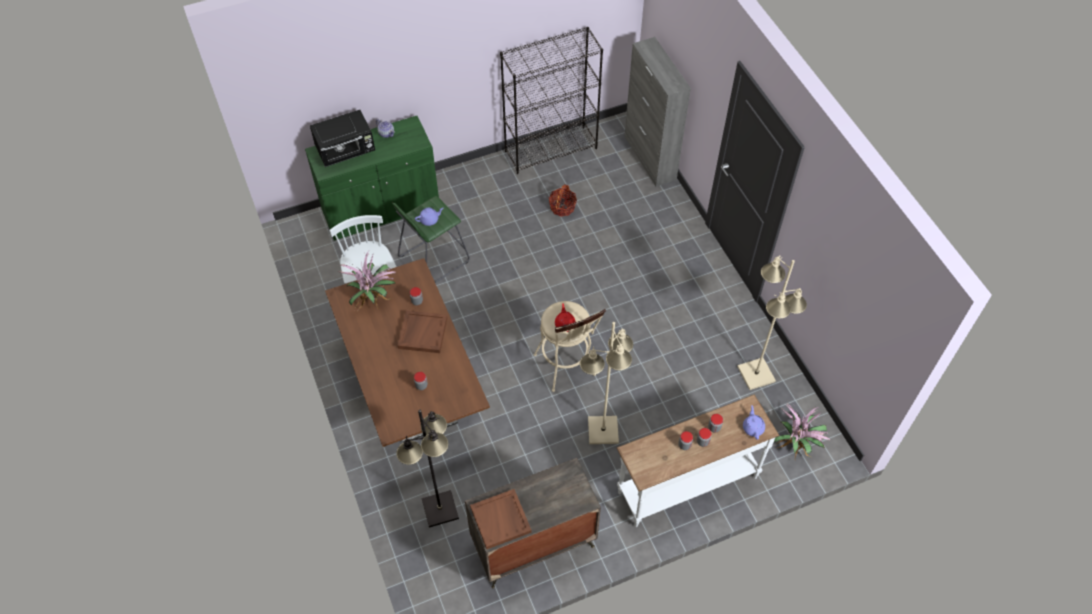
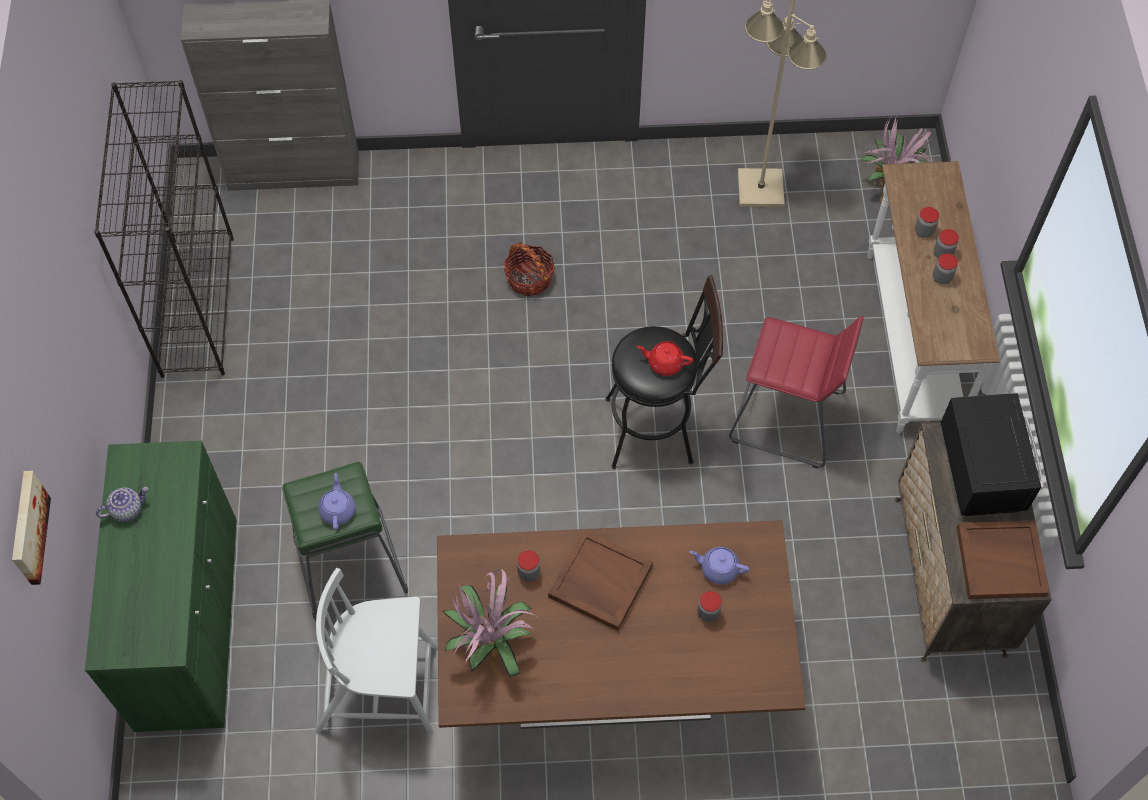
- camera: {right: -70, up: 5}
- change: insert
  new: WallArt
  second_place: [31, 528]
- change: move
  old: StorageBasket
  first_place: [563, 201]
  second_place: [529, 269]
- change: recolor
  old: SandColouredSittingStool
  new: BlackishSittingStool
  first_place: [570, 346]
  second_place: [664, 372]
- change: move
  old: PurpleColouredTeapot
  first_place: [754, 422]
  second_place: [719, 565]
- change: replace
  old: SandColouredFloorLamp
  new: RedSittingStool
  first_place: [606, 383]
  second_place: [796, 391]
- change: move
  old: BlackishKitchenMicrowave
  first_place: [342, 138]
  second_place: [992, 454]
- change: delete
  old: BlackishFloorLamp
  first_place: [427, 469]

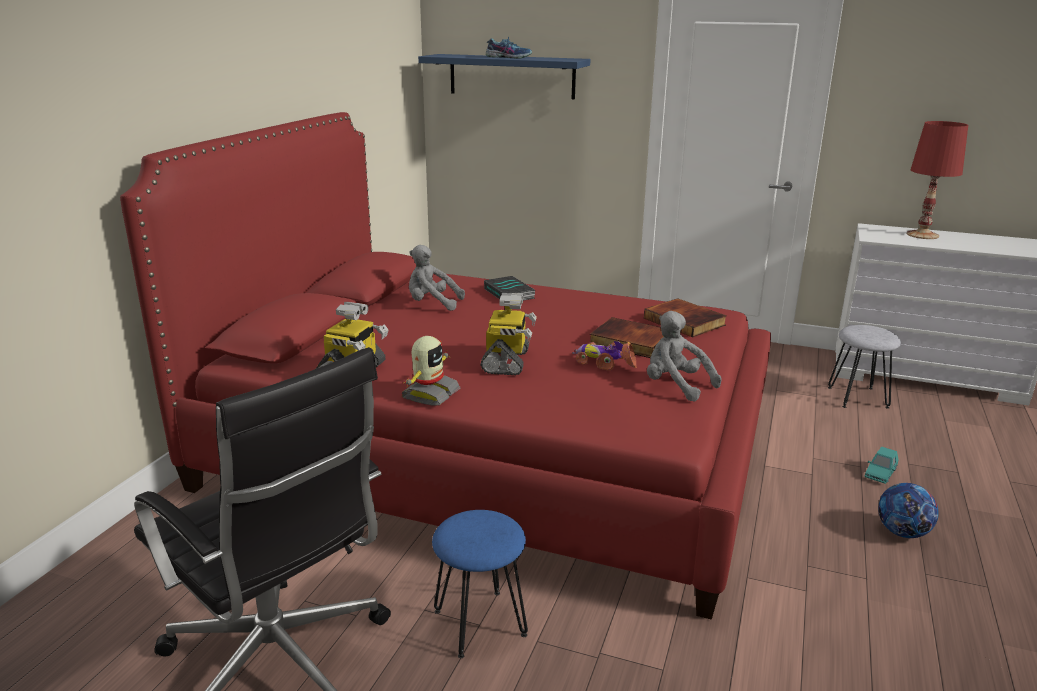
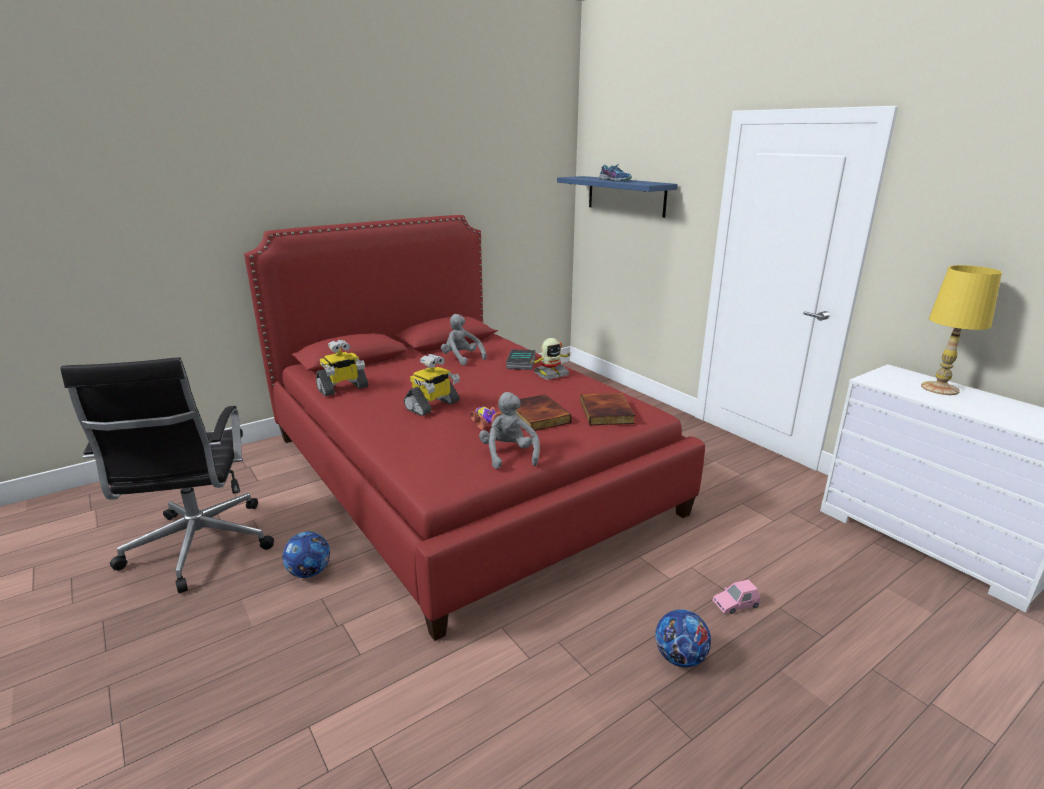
- camera: {right: 35, up: 0}
- change: replace
  old: BlueSittingStool
  new: BallForFootball
  first_place: [480, 584]
  second_place: [306, 554]
- change: move
  old: ToyRobot
  first_place: [430, 371]
  second_place: [550, 359]
- change: recolor
  old: BlueGreenModelCar
  new: PinkishModelCar
  first_place: [882, 465]
  second_place: [736, 596]
- change: recolor
  old: RedTableLamp
  new: YellowColouredTableLamp
  first_place: [937, 180]
  second_place: [961, 330]
- change: delete
  old: GreySittingStool
  first_place: [864, 367]

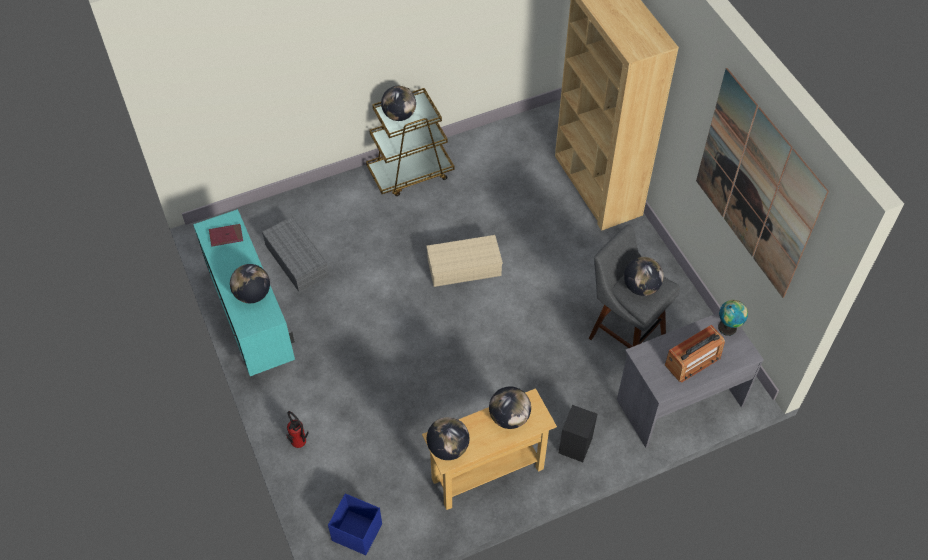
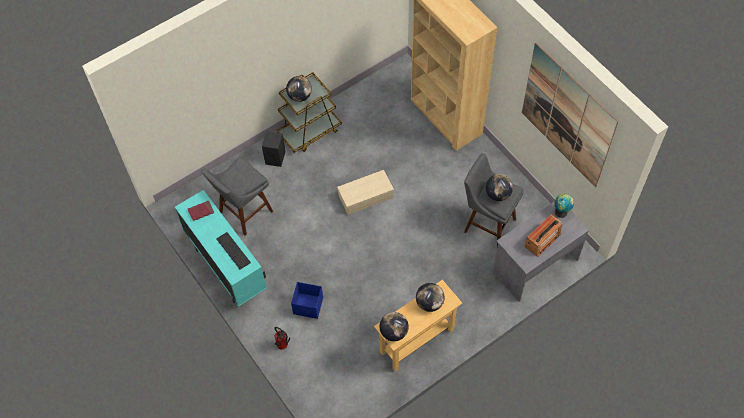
- camera: {right: -10, up: 5}
- change: replace
  old: GreyStorageBin
  new: GreySittingStool
  first_place: [295, 254]
  second_place: [237, 196]
- change: replace
  old: DeskGlobe
  new: Keyboard
  first_place: [250, 283]
  second_place: [233, 251]
- change: move
  old: BlackishLoudspeaker
  first_place: [578, 433]
  second_place: [274, 149]
- change: move
  old: BlueStorageBin
  first_place: [355, 524]
  second_place: [307, 300]

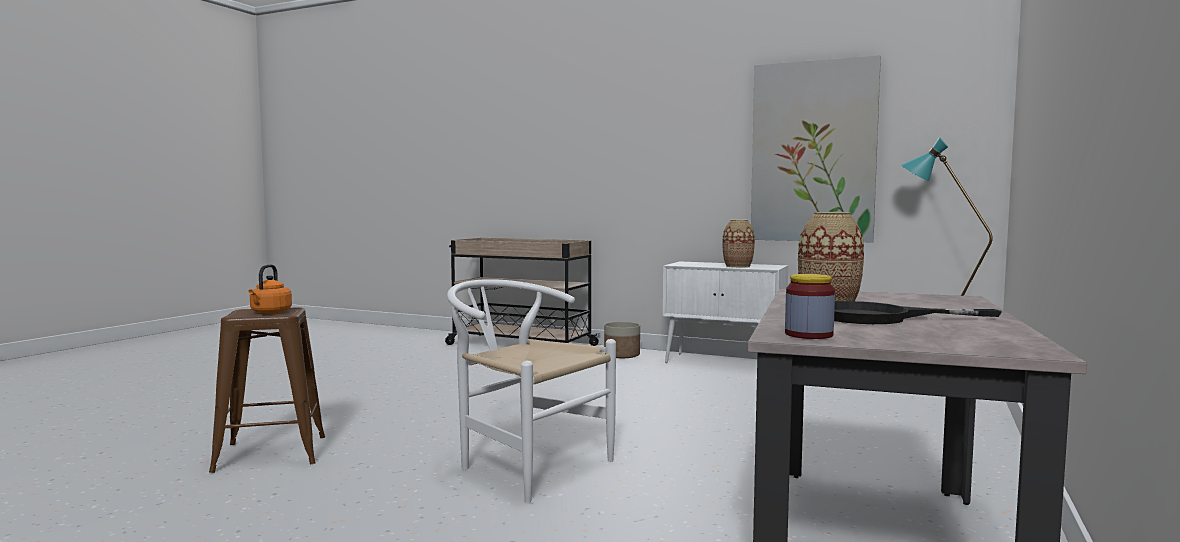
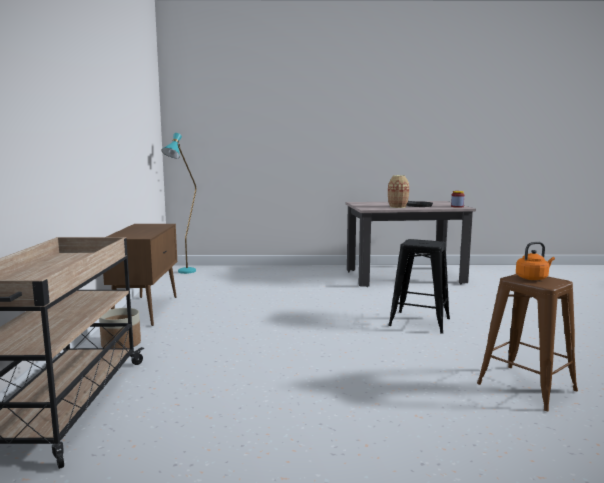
- camera: {right: -115, up: 5}
- change: recolor
  old: WhitishCabinet
  new: BrownCabinet
  first_place: [725, 312]
  second_place: [140, 275]
- change: replace
  old: WhitishPlainChair
  new: BlackishSittingStool
  first_place: [531, 391]
  second_place: [419, 286]
- change: delete
  old: DecorativeVase
  first_place: [738, 243]
- change: delete
  old: WallArt
  first_place: [816, 149]

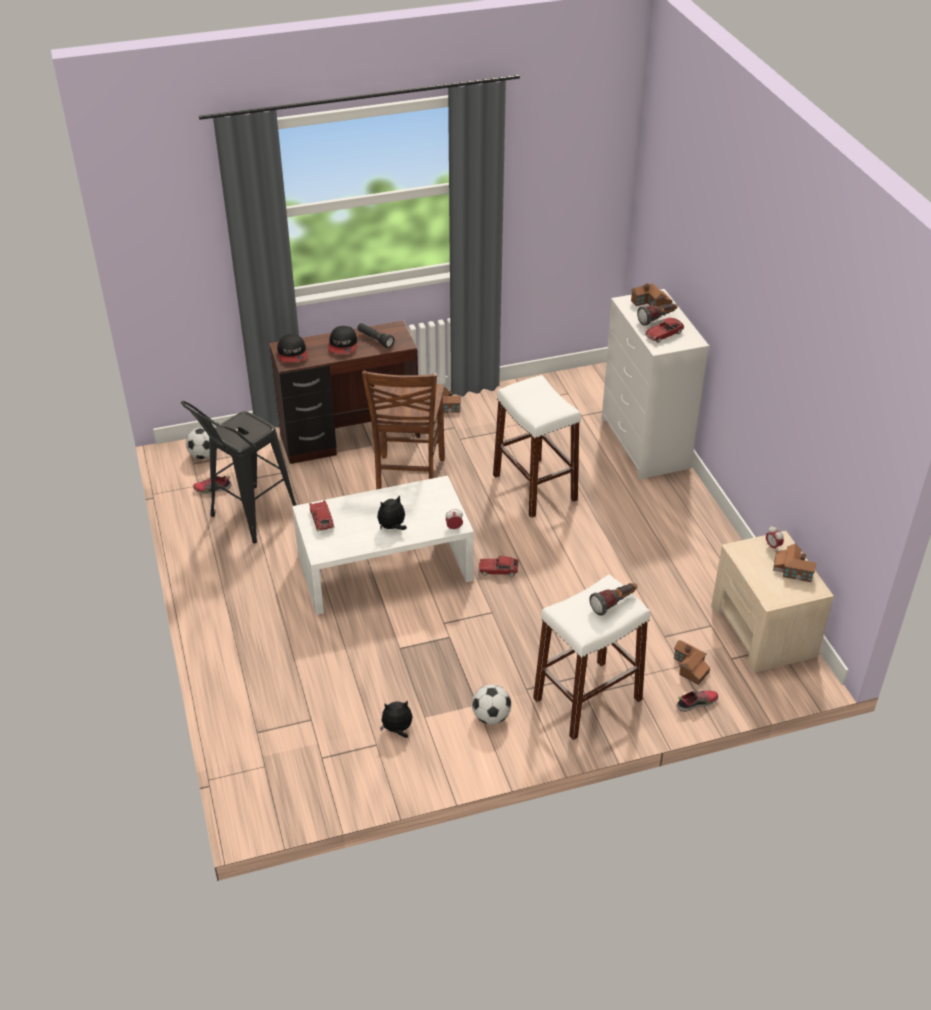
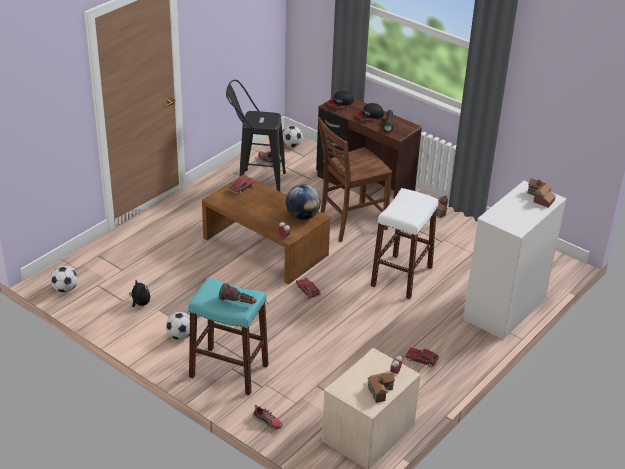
- camera: {right: 55, up: -5}
- change: insert
  new: BallForFootball
  second_place: [64, 279]
- change: recolor
  old: WhitishSittingStool
  new: BlueGreenSittingStool
  first_place: [591, 657]
  second_place: [228, 336]
- change: recolor
  old: WhitishCoffeeTable
  new: BrownCoffeeTable
  first_place: [383, 545]
  second_place: [266, 229]
- change: insert
  new: DeskGlobe
  second_place: [303, 202]
- change: move
  old: ModelCar
  first_place: [664, 330]
  second_place: [422, 357]
- change: delete
  old: PlushToy
  first_place: [392, 512]
- change: delete
  old: Torch
  first_place: [657, 314]
- change: delete
  old: MiniatureHouse
  first_place: [692, 662]

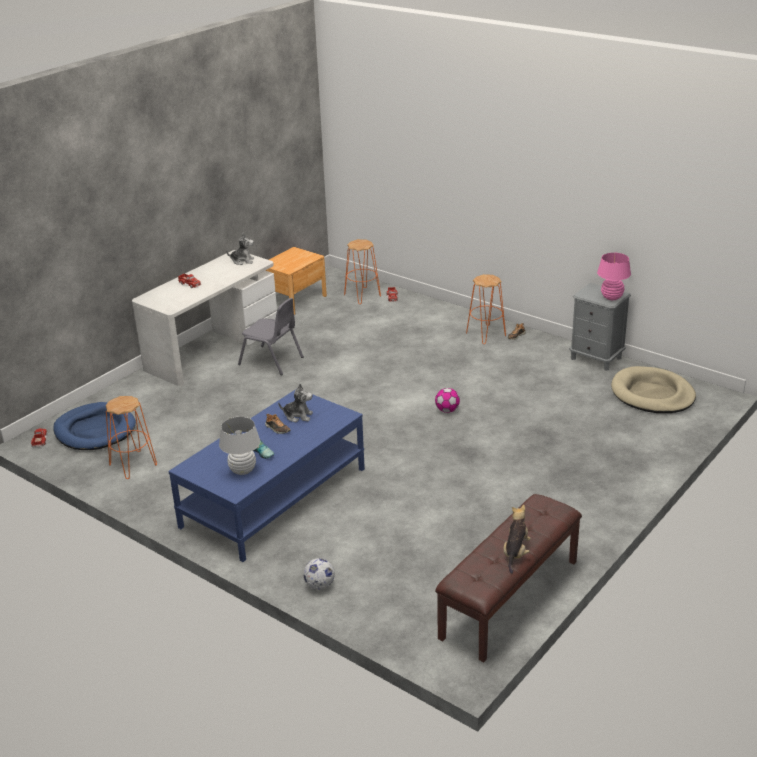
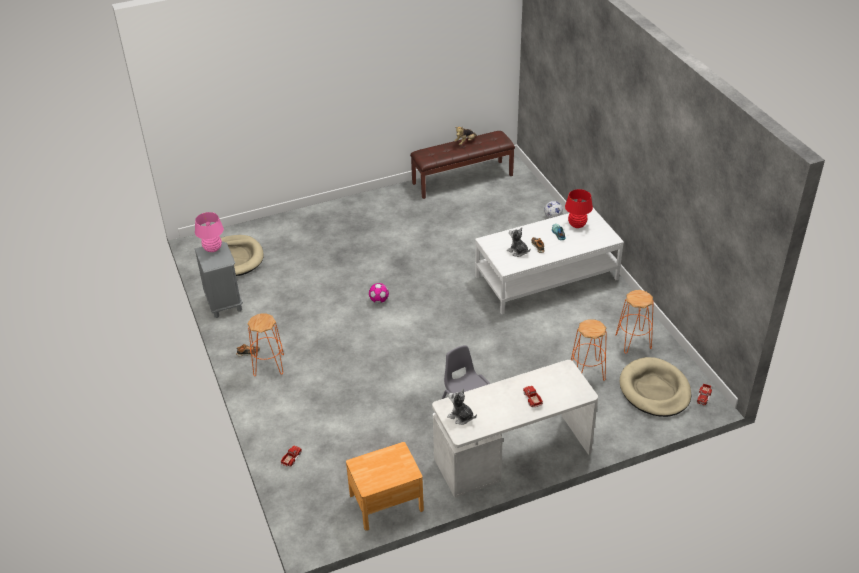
- camera: {right: -150, up: 10}
- change: recolor
  old: BlueCoffeeTable
  new: WhitishCoffeeTable
  first_place: [266, 475]
  second_place: [549, 261]
- change: recolor
  old: WhitishTableLamp
  new: RedTableLamp
  first_place: [239, 446]
  second_place: [579, 208]
- change: move
  old: OrangeySittingStool
  first_place: [362, 271]
  second_place: [589, 350]
- change: recolor
  old: BluePetBed
  new: SandColouredPetBed
  first_place: [94, 426]
  second_place: [655, 387]

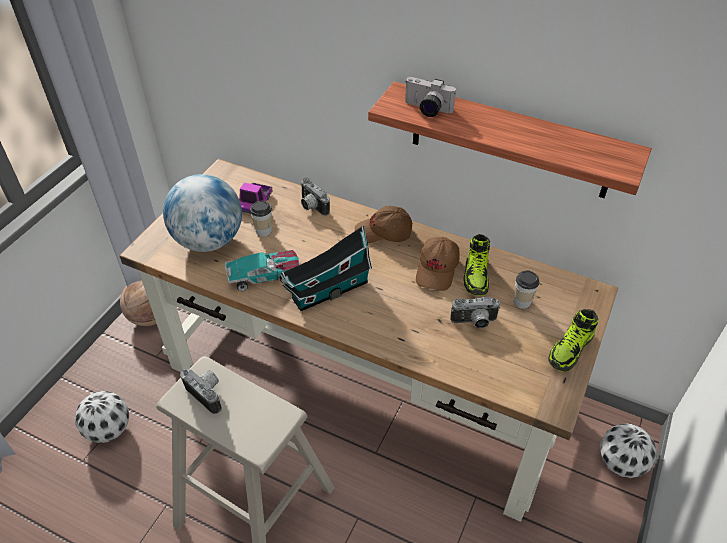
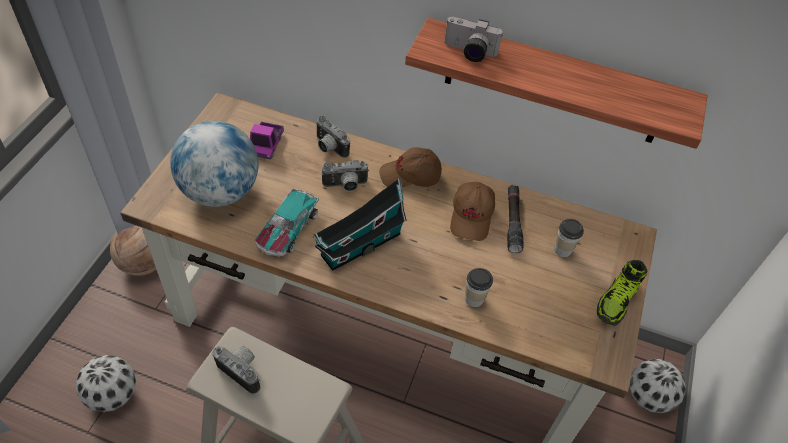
- camera: {right: -10, up: 5}
- change: rotate
  old: ModelCar
  first_place: [262, 270]
  second_place: [287, 222]
  degrees: 135
- change: move
  old: StillCamera
  first_place: [475, 313]
  second_place: [345, 175]
- change: move
  old: SmallCup
  first_place: [261, 218]
  second_place: [479, 287]
- change: replace
  old: Shoe
  new: BlackishTorch
  first_place: [476, 265]
  second_place: [515, 219]

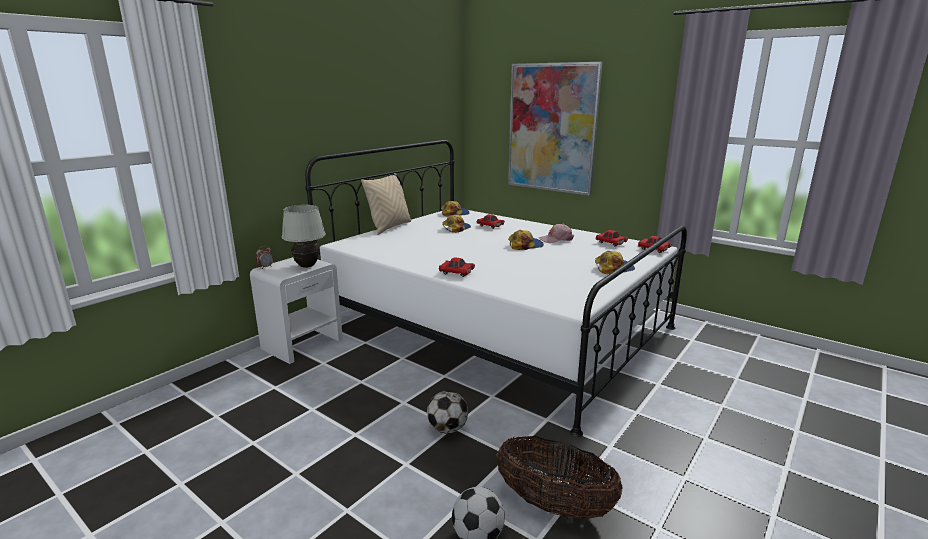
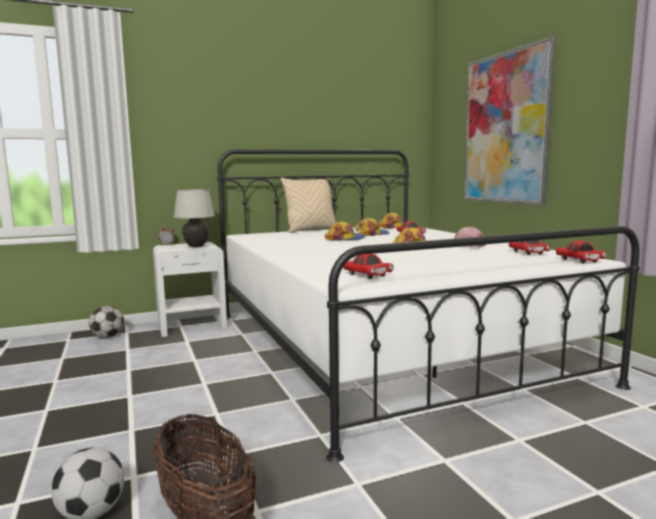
- camera: {right: 30, up: -10}
- change: move
  old: BallForFootball
  first_place: [447, 412]
  second_place: [106, 322]
- change: move
  old: BaseballCap
  first_place: [615, 262]
  second_place: [345, 231]
- change: move
  old: RedModelCar
  first_place: [457, 267]
  second_place: [368, 266]

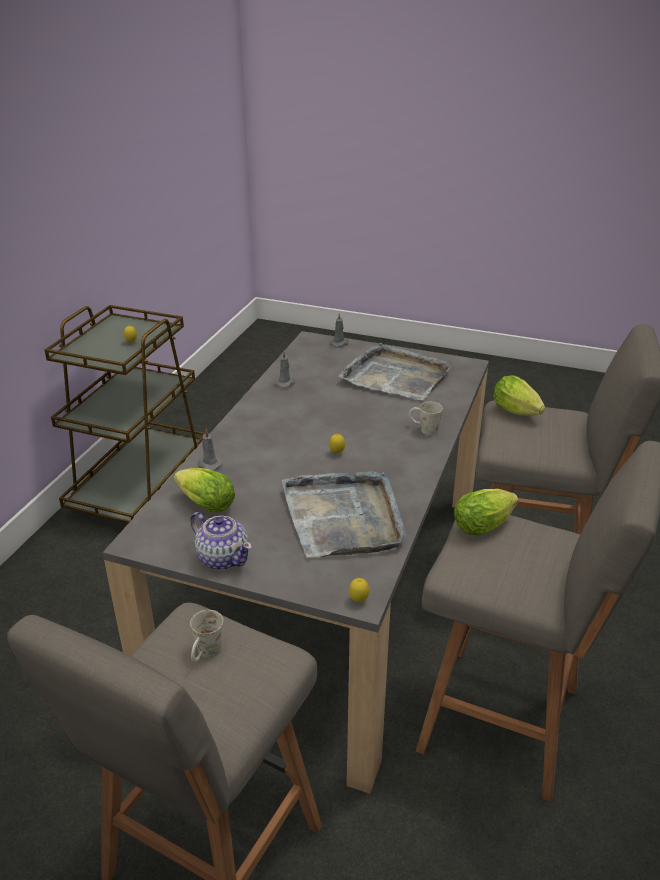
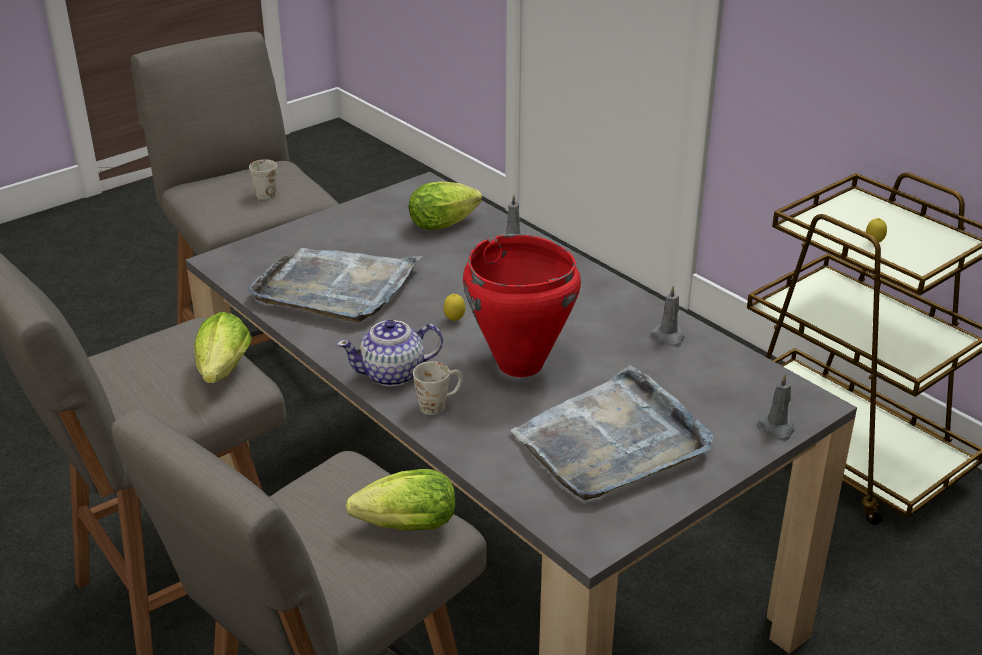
- camera: {right: 120, up: 0}
- change: move
  old: Teapot
  first_place: [221, 541]
  second_place: [390, 353]
- change: insert
  new: RedStockpot
  second_place: [522, 305]
- change: delete
  old: CitrusFruit
  first_place: [359, 590]

